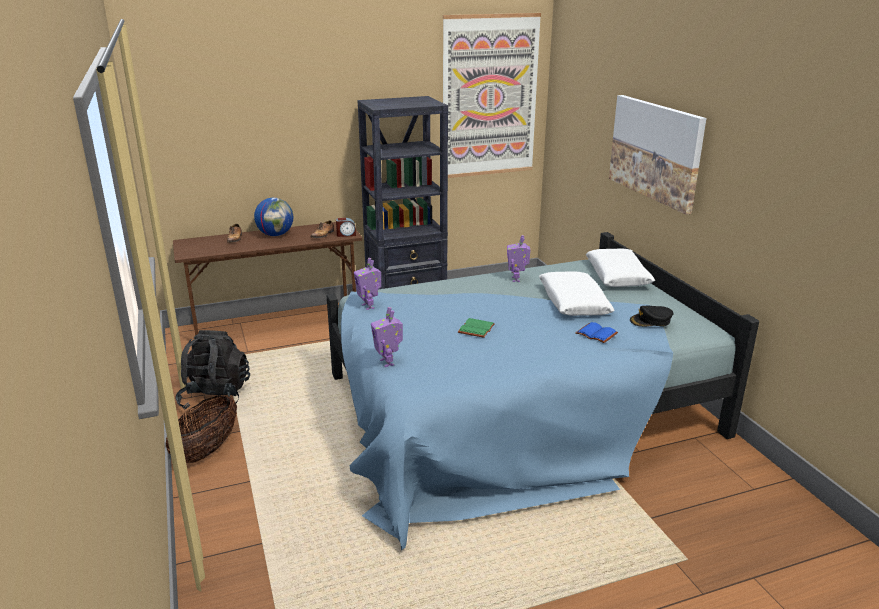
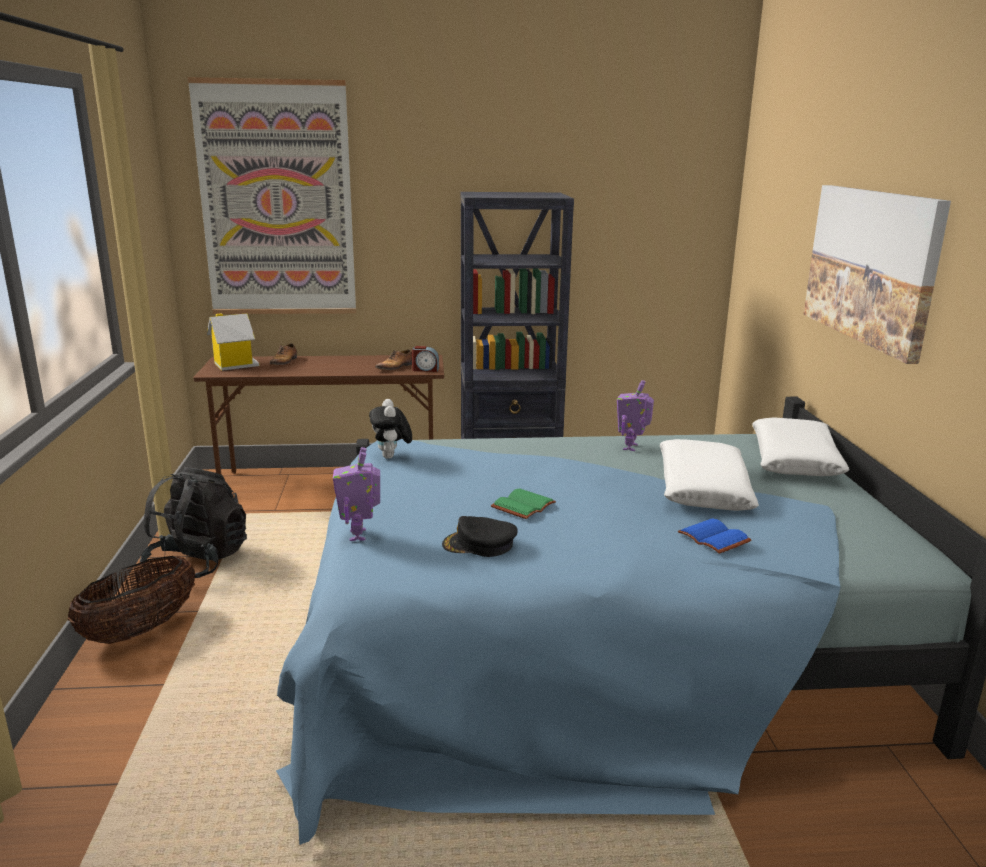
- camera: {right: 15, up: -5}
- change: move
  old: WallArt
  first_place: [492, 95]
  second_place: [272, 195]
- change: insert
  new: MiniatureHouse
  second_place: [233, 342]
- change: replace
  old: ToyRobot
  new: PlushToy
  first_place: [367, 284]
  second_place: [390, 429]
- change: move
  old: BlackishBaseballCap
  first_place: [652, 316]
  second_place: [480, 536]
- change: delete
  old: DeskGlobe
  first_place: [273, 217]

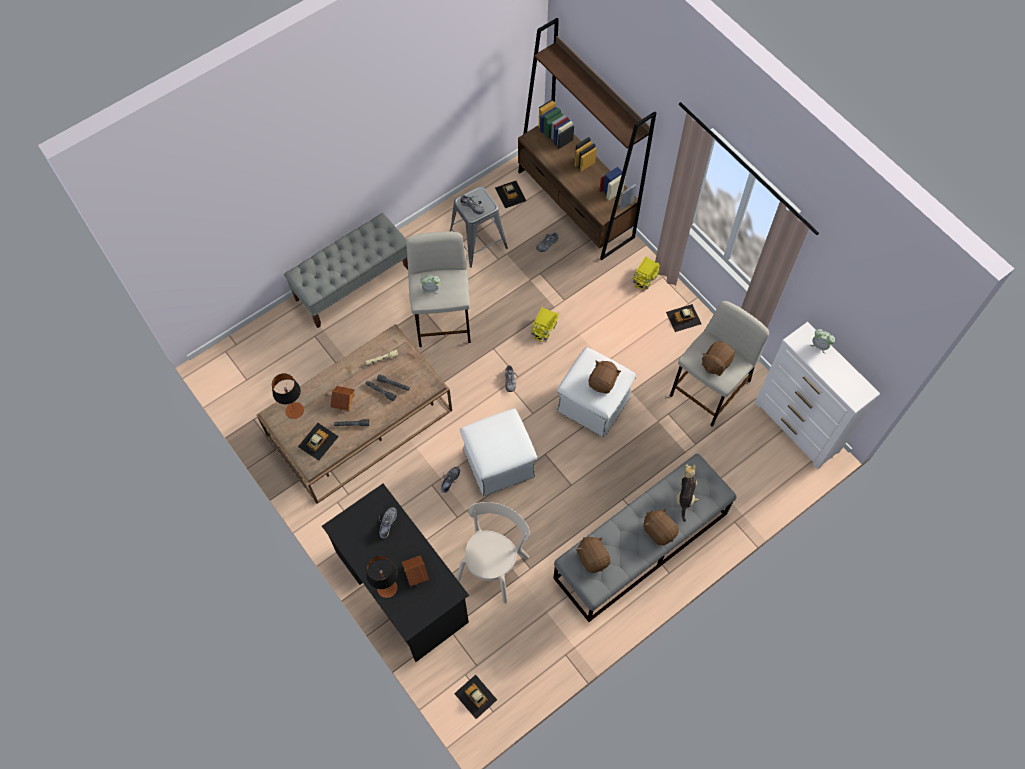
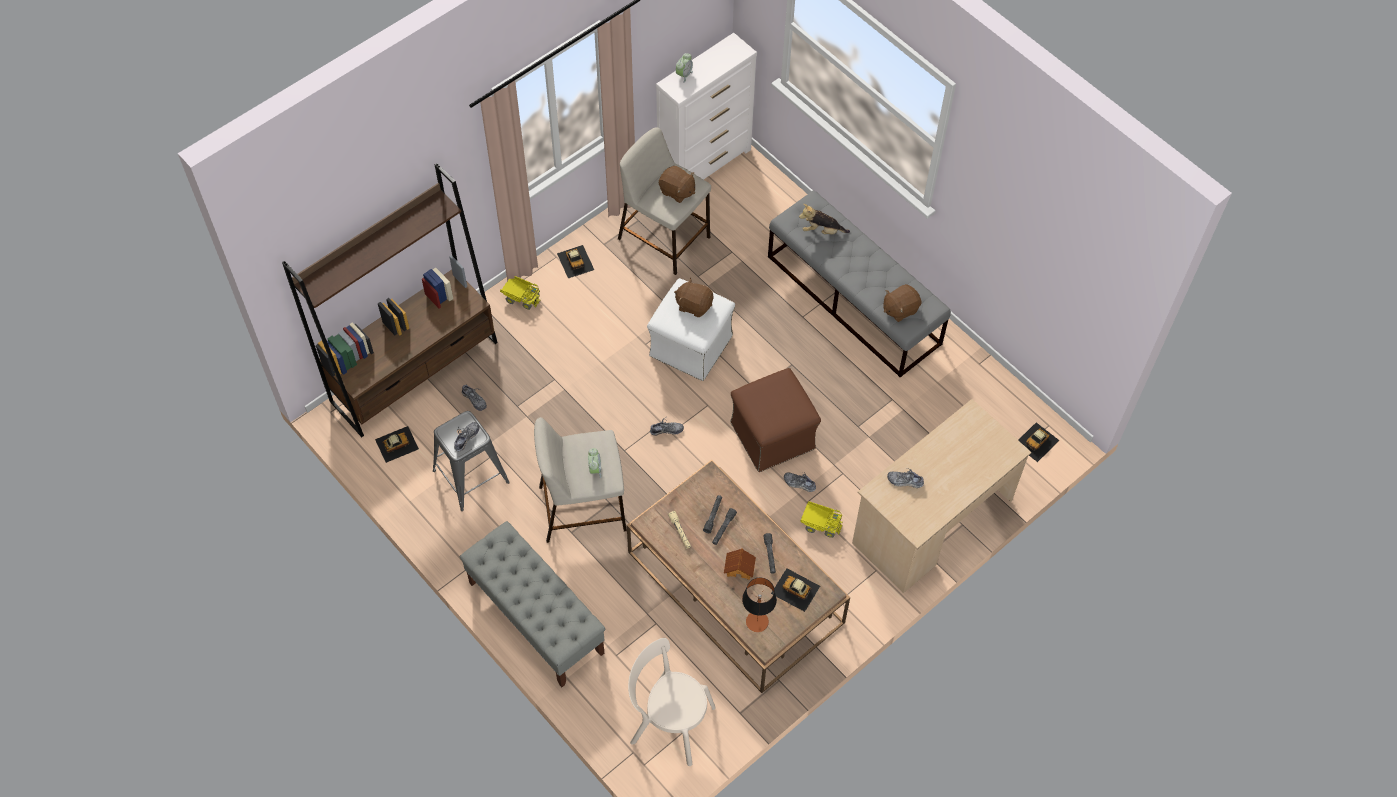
- camera: {right: -95, up: -5}
- change: move
  old: SandColouredPlainChair
  first_place: [493, 553]
  second_place: [672, 702]
- change: recolor
  old: WhitishPouffe
  new: BrownPouffe
  first_place: [498, 452]
  second_place: [775, 420]
- change: move
  old: ToyTruck
  first_place: [545, 324]
  second_place: [821, 519]
- change: recolor
  old: BlackishDeskTable
  new: SandColouredDeskTable
  first_place: [395, 573]
  second_place: [942, 496]
- change: delete
  old: TableLamp
  first_place: [382, 577]
- change: delete
  old: MiniatureHouse
  first_place: [415, 570]
- change: delete
  old: BrownPlushToy
  first_place: [661, 526]

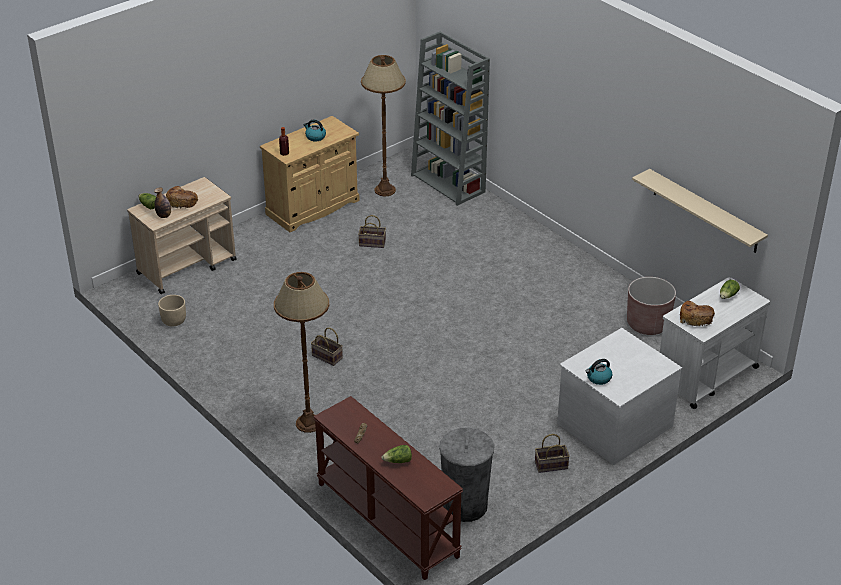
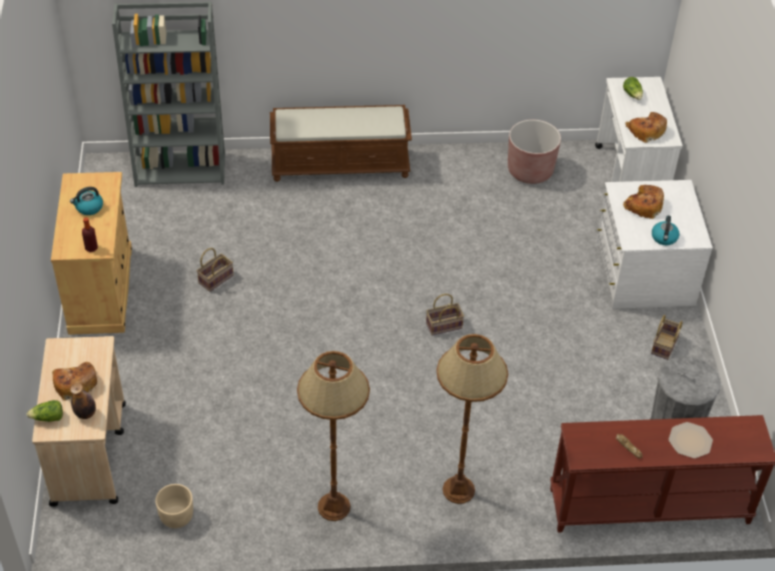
- camera: {right: -55, up: 10}
- change: insert
  new: BrownBench
  second_place: [341, 143]
- change: move
  old: BrownFloorLamp
  first_place: [383, 126]
  second_place: [333, 436]
- change: move
  old: StorageBasket
  first_place: [327, 347]
  second_place: [445, 315]
- change: insert
  new: BakedBread
  second_place: [643, 202]
- change: replace
  old: HeadOfLettuce
  new: DinnerPlate
  first_place: [396, 454]
  second_place: [691, 440]
- change: delete
  old: SandColouredBracketShelf
  first_place: [700, 211]

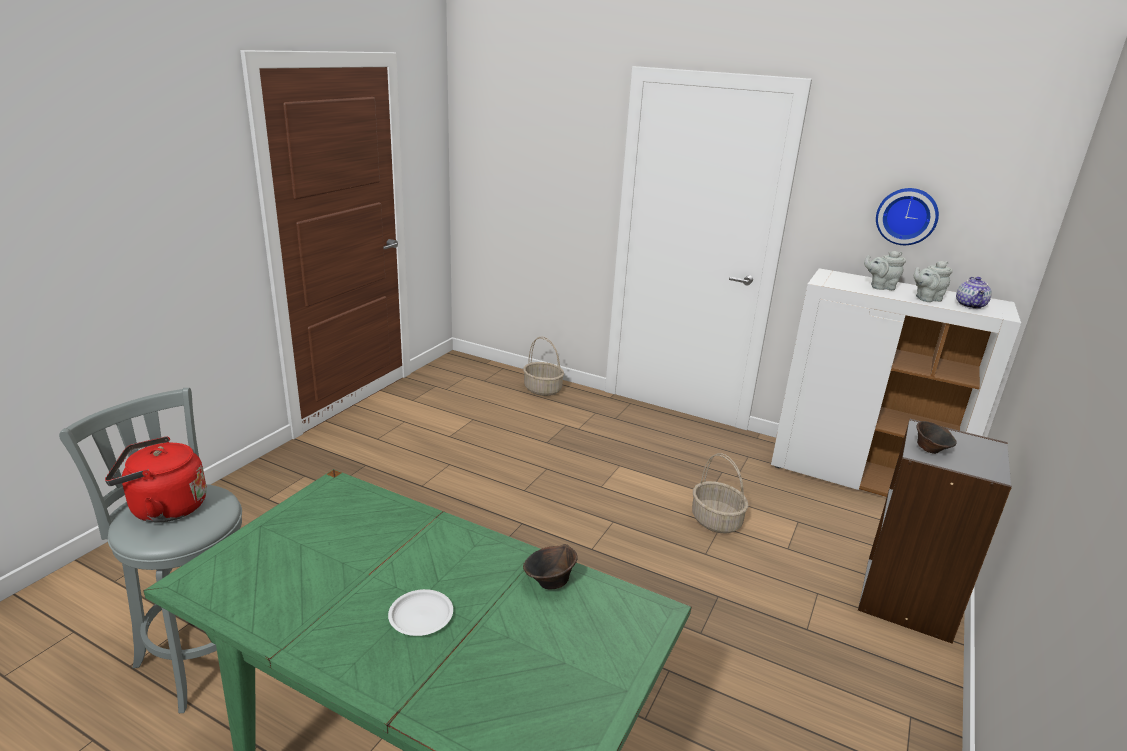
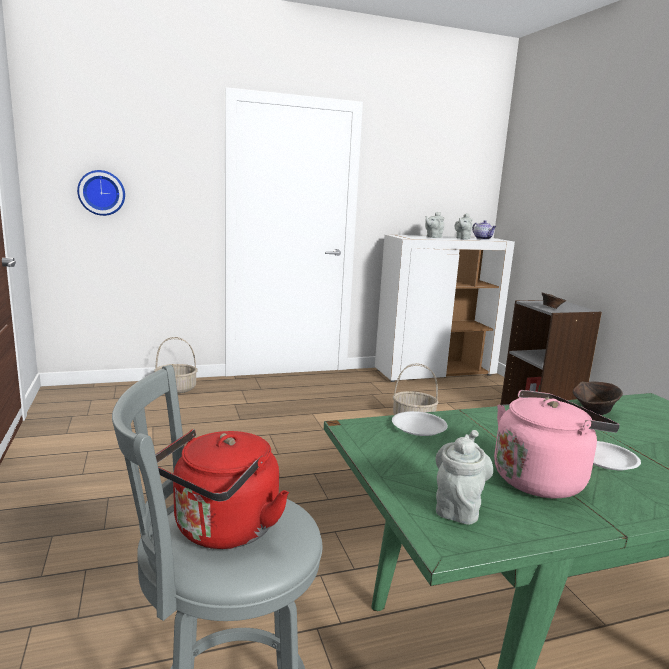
- camera: {right: -45, up: -10}
- change: move
  old: ClockOnTheWall
  first_place: [907, 216]
  second_place: [101, 193]
- change: insert
  new: WhitishDinnerPlate
  second_place: [420, 423]
- change: insert
  new: GreyTeapot
  second_place: [464, 477]
- change: insert
  new: PinkishWaterKettle
  second_place: [557, 444]

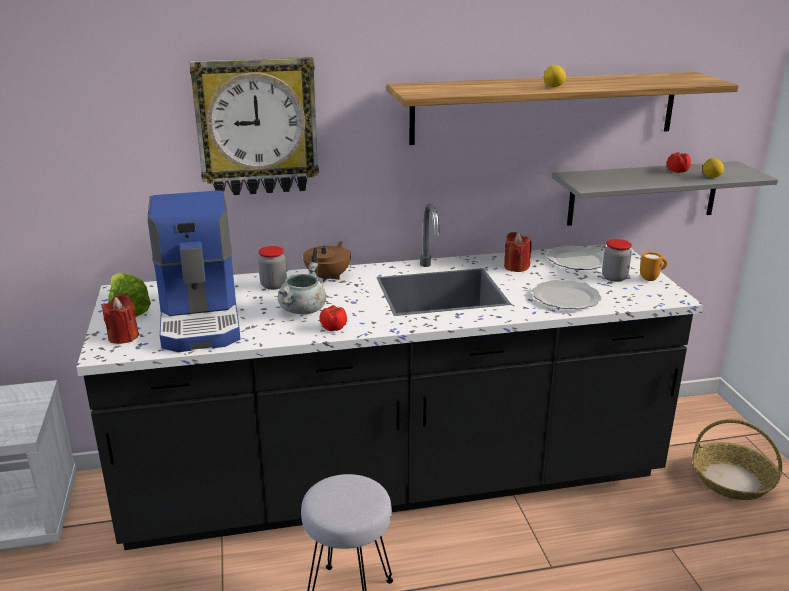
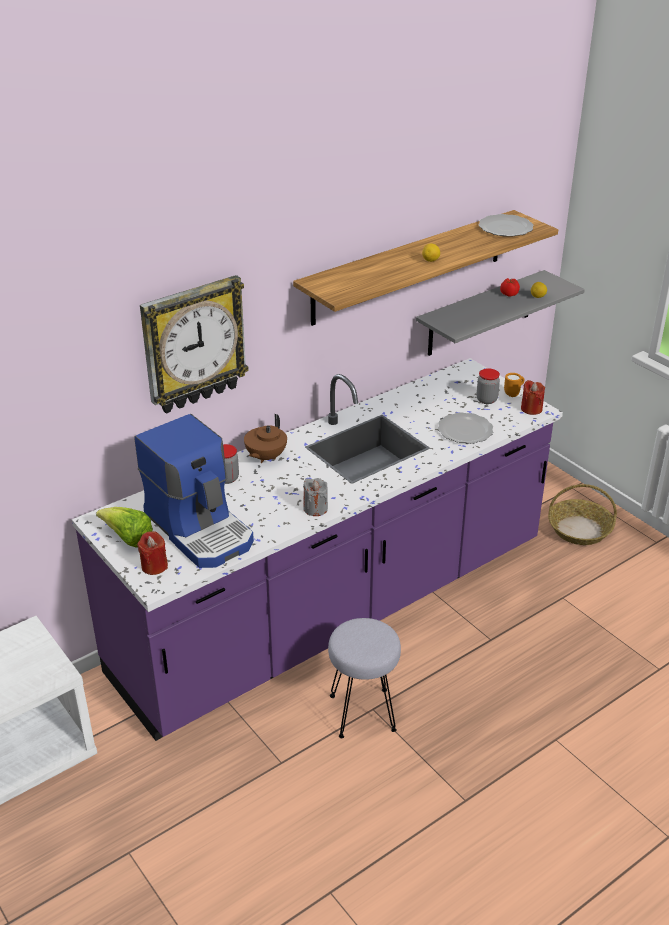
- camera: {right: -25, up: 10}
- change: recolor
  old: BlackishKitchenCounter
  new: PurpleColouredKitchenCounter
  first_place: [389, 377]
  second_place: [317, 549]
- change: rotate
  old: BrownTeapot
  first_place: [327, 262]
  second_place: [265, 438]
  degrees: -150
- change: replace
  old: Tomato
  new: GreyCandle
  first_place: [333, 318]
  second_place: [315, 497]
- change: move
  old: DinnerPlate
  first_place: [575, 258]
  second_place: [506, 225]
- change: move
  old: RedCandle
  first_place: [518, 252]
  second_place: [533, 397]
- change: delete
  old: GreyStockpot
  first_place: [302, 288]

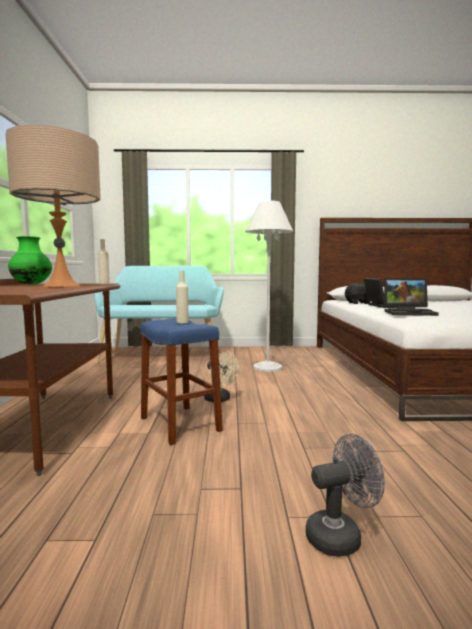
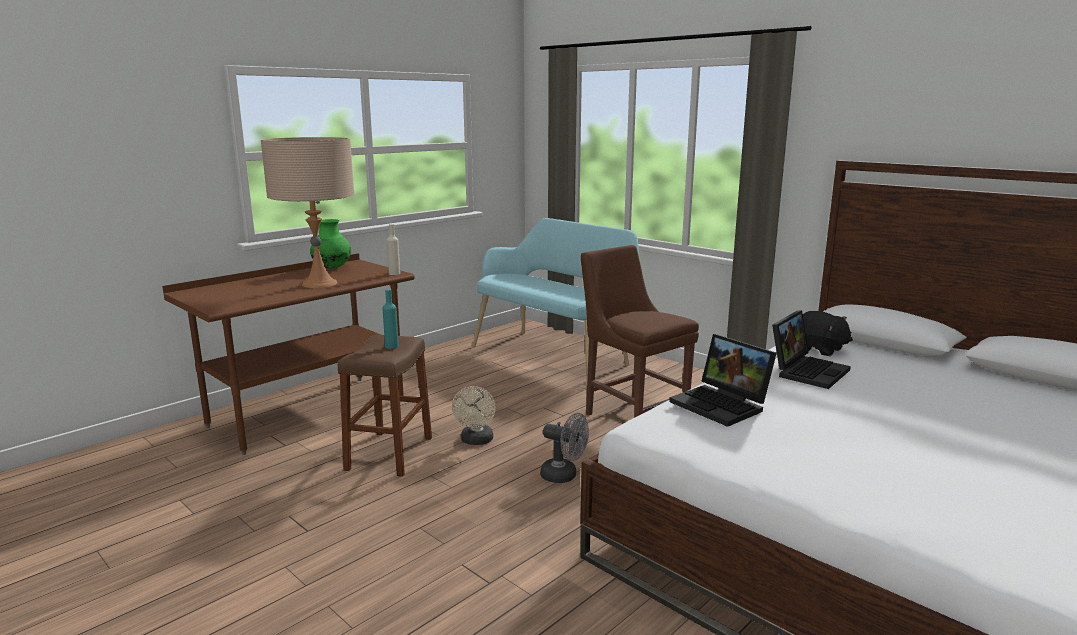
- camera: {right: 45, up: 10}
- change: recolor
  old: BlueSittingStool
  new: BrownSittingStool
  first_place: [181, 381]
  second_place: [385, 406]
- change: recolor
  old: SandColouredBeverageBottle
  new: BlueGreenBeverageBottle
  first_place: [182, 297]
  second_place: [390, 319]
- change: move
  old: GreyFan
  first_place: [345, 495]
  second_place: [564, 448]
- change: replace
  old: WhitishFloorLamp
  new: BrownPlainChair
  first_place: [269, 286]
  second_place: [640, 331]

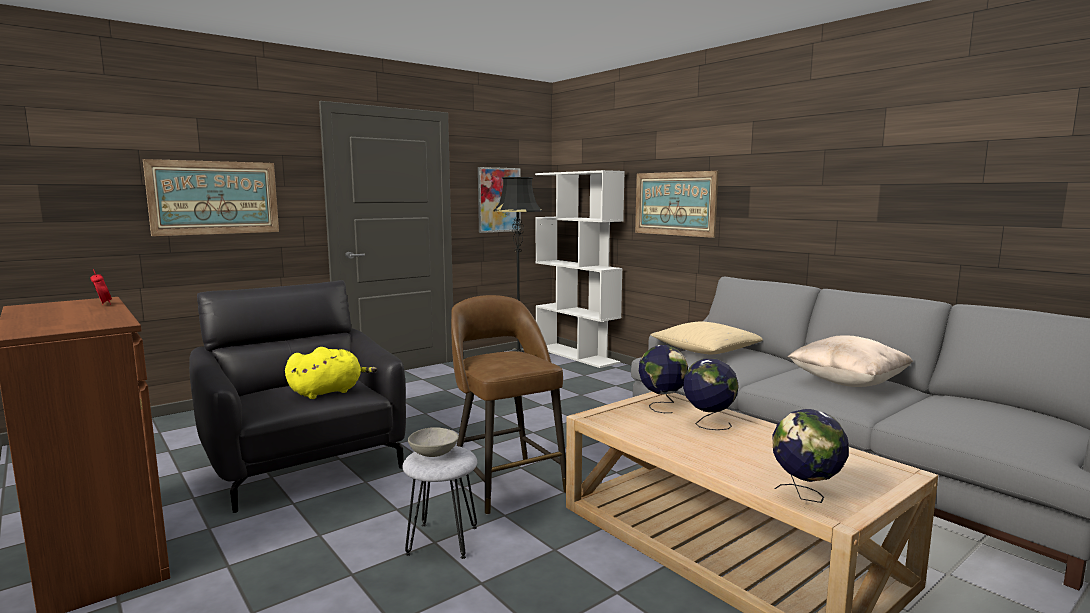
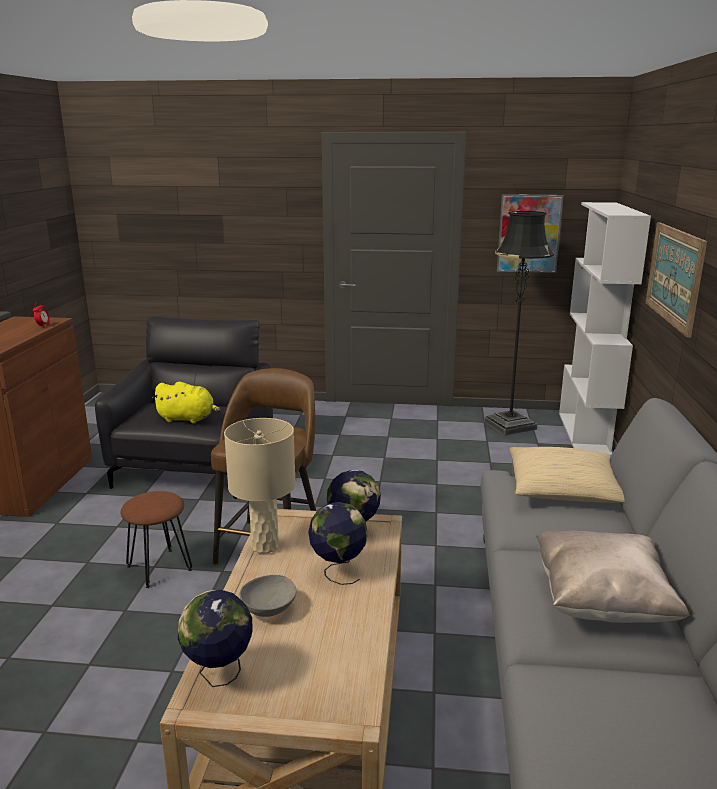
- camera: {right: 45, up: 10}
- change: recolor
  old: GreySittingStool
  new: BrownSittingStool
  first_place: [439, 502]
  second_place: [156, 539]
- change: insert
  new: SandColouredTableLamp
  second_place: [260, 485]
- change: move
  old: GreyBowl
  first_place: [433, 442]
  second_place: [268, 596]
- change: delete
  old: WallArt
  first_place: [211, 197]

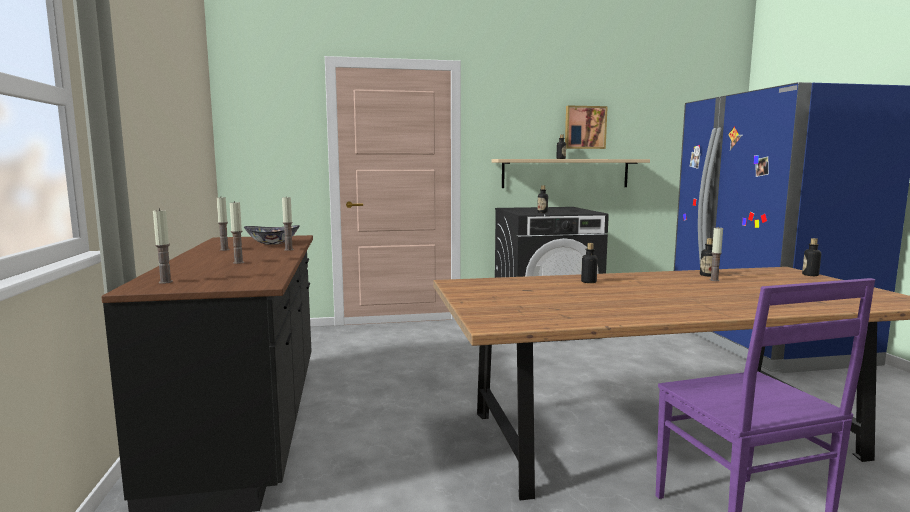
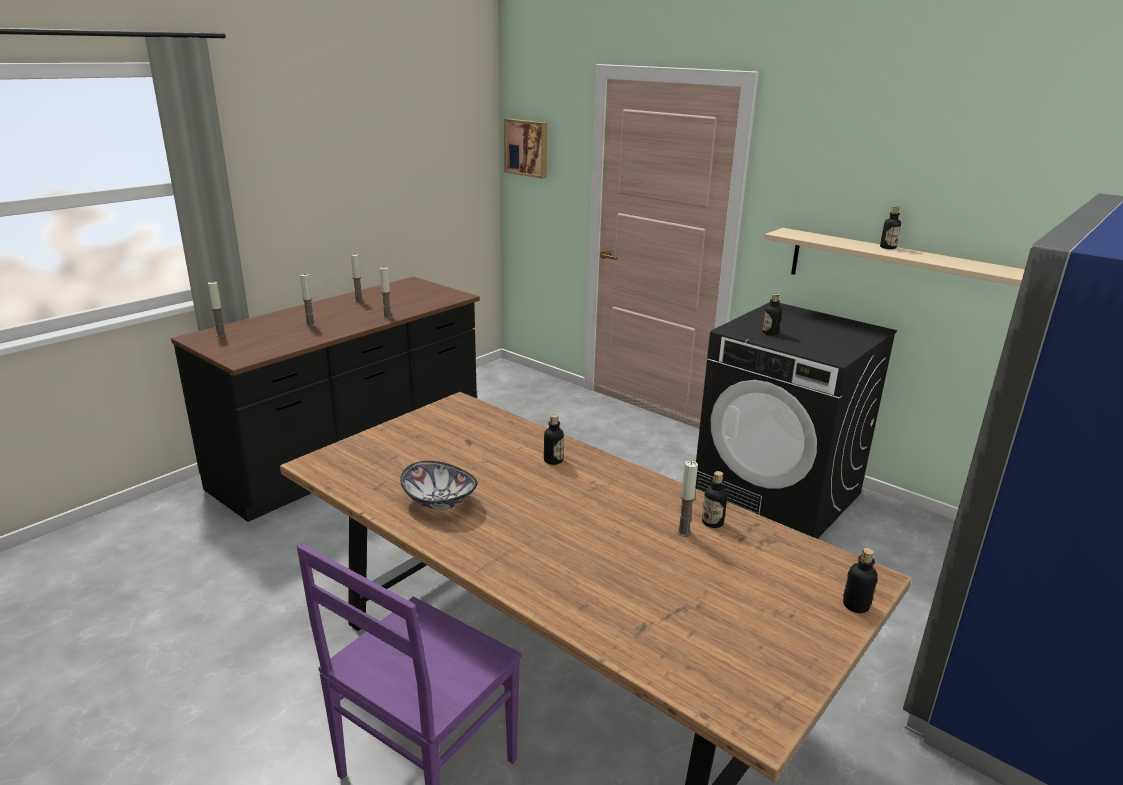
- camera: {right: 50, up: 15}
- change: move
  old: Bowl
  first_place: [272, 235]
  second_place: [439, 485]
- change: move
  old: WallArt
  first_place: [586, 127]
  second_place: [525, 149]

